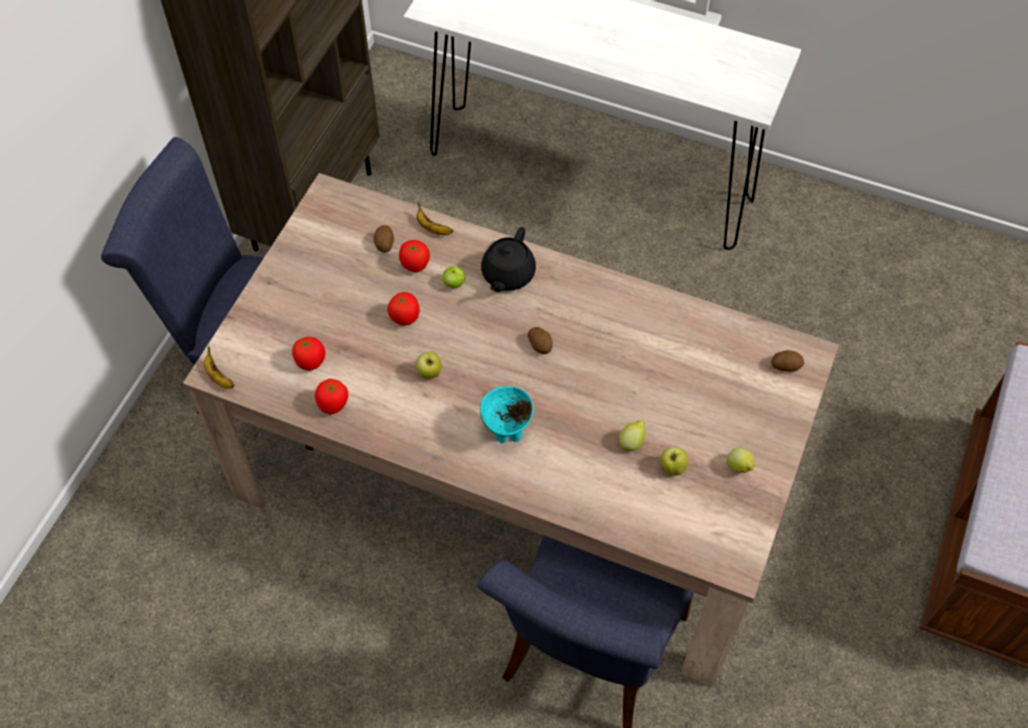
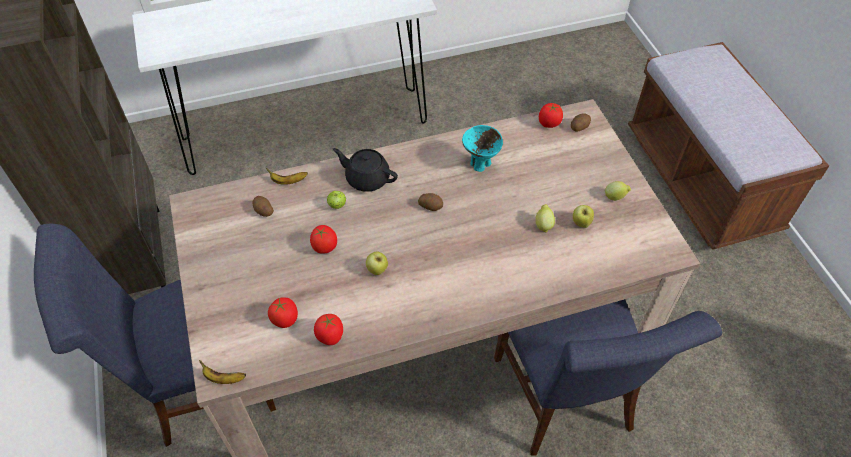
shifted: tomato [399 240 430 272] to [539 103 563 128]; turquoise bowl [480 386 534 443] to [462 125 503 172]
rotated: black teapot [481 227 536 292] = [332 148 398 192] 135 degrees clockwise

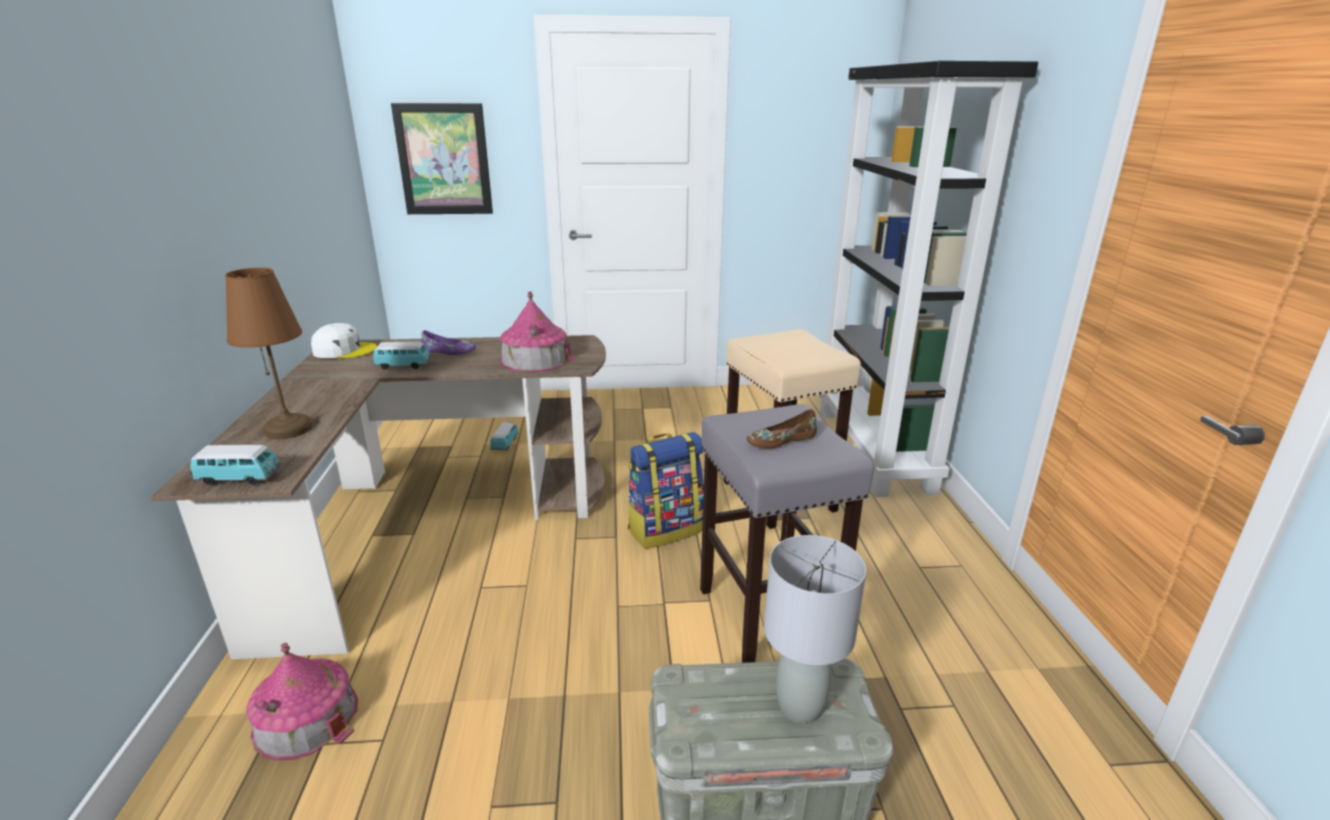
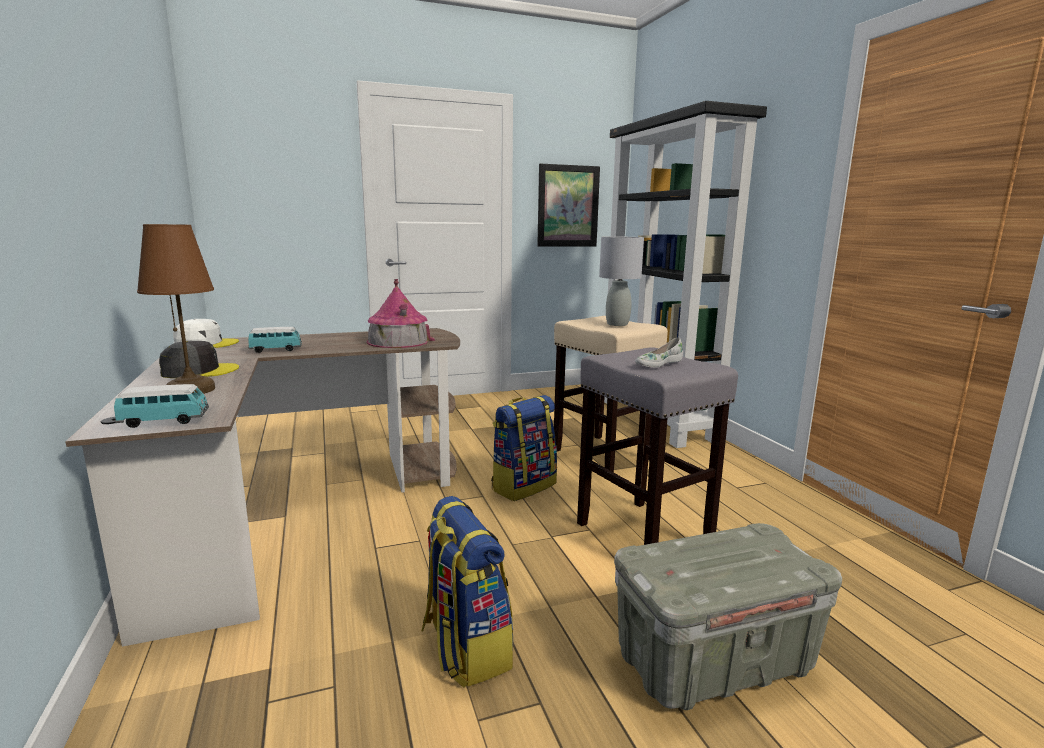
gone: toy house [246 643 358 761]; purple shoe [421 330 476 355]; toy car [490 422 519 451]
new: grey cap [159 341 239 378]; backpack [422 496 513 688]
shifted: picture [391 103 493 214] to [537 164 600 247]; grey table lamp [764 535 866 723] to [599 236 644 326]
repainted: brown shoe [747 409 817 449] to white shoe [635 338 683 367]

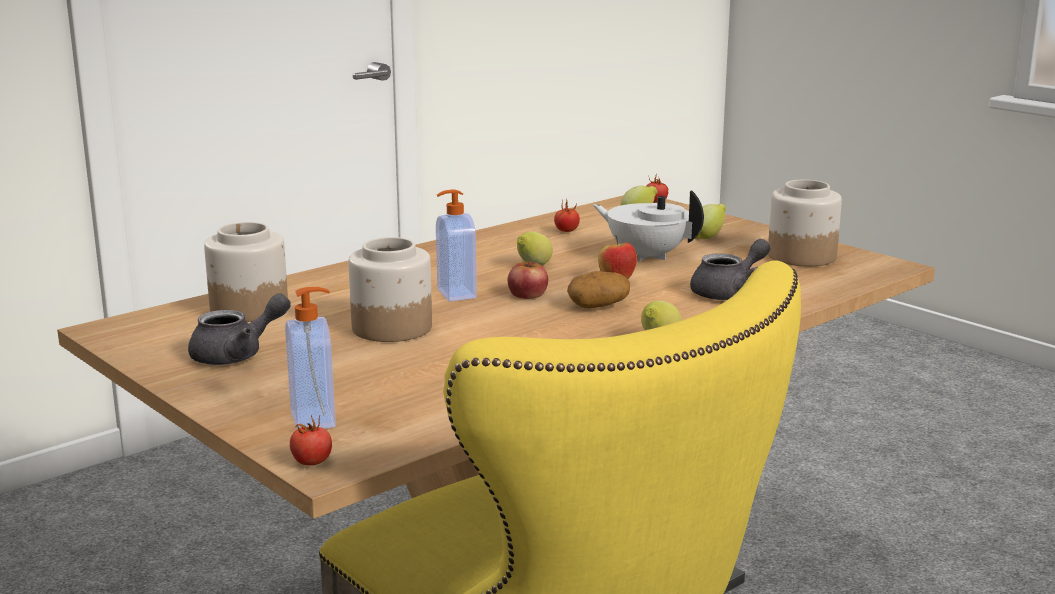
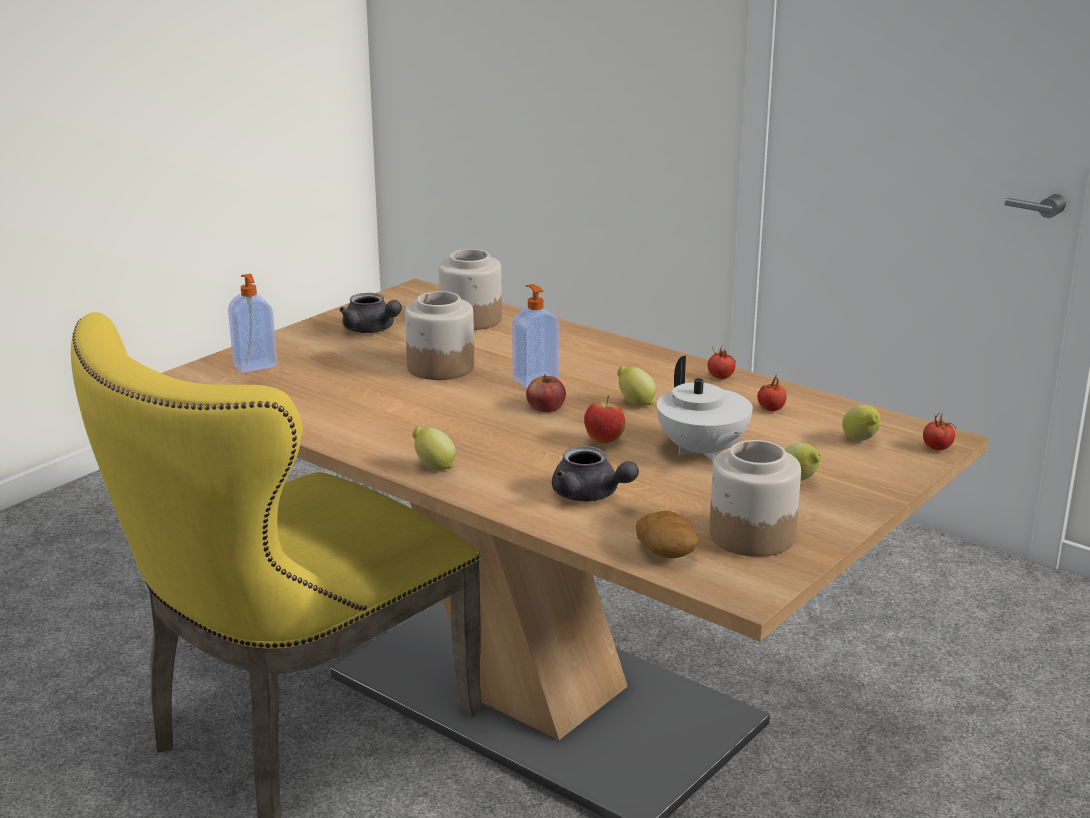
shifted: tomato [290 415 332 466] to [708 346 736 379]; potato [567 271 630 309] to [636 511 698 558]
rotated: white teapot [593 190 704 262] = [657 356 753 462] 135 degrees clockwise

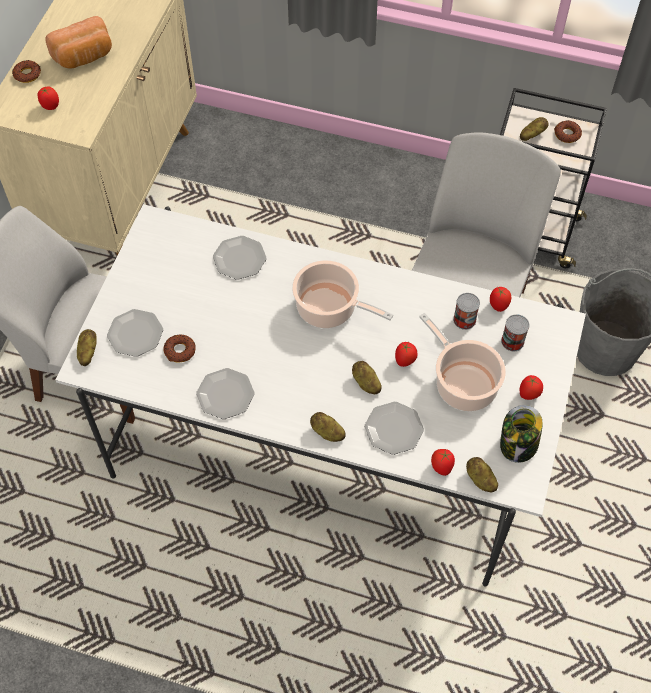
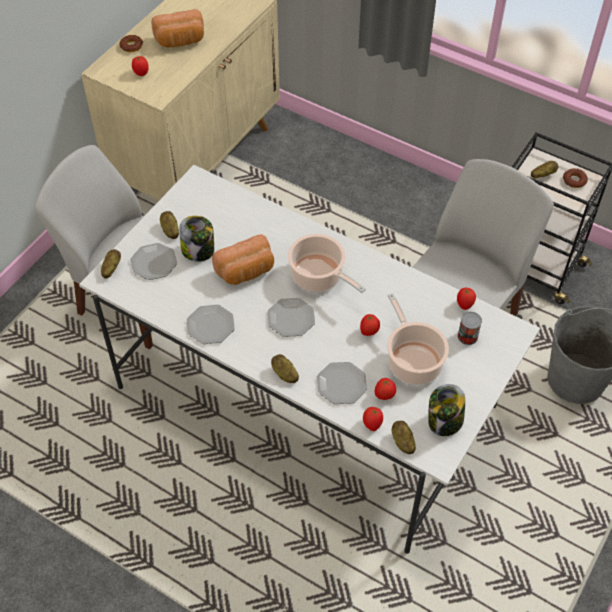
gone: donut [163 335 196 363]; can [453 293 480 330]
new: jar [179 216 214 262]; bread [212 235 274 285]
shifted: plate [213 236 267 280] to [268 298 315 337]; potato [352 361 382 394] to [160 211 179 239]; tomato [519 375 543 400] to [375 378 396 400]

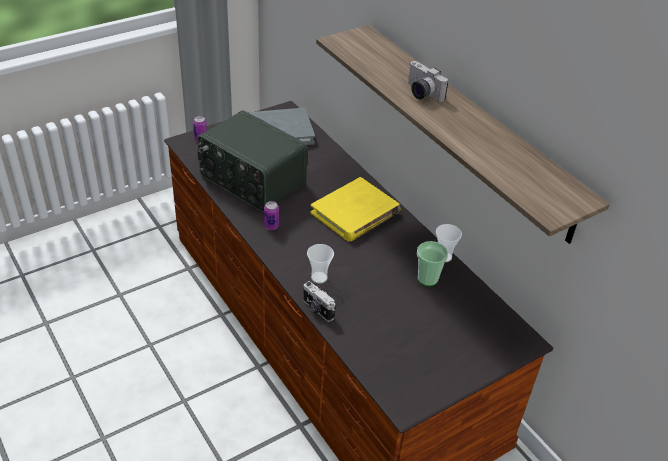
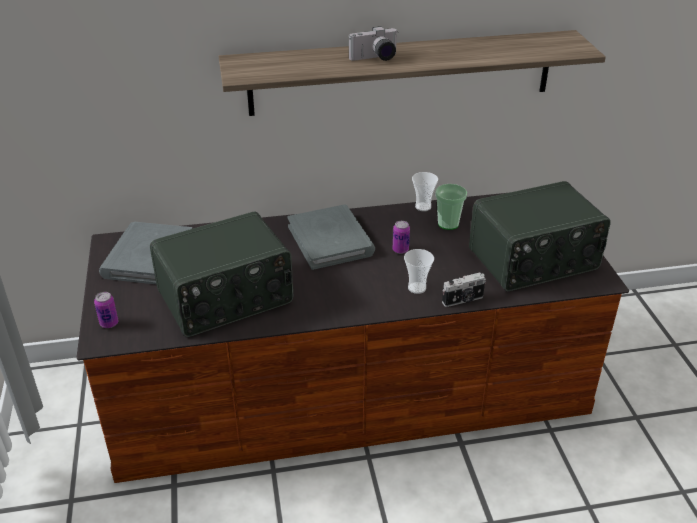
new: radio [469 181 611 291]
shifted: can [264 201 279 230] to [392 221 410 254]
repainted: yellow book [310 177 400 242] to grey book [287 204 375 270]

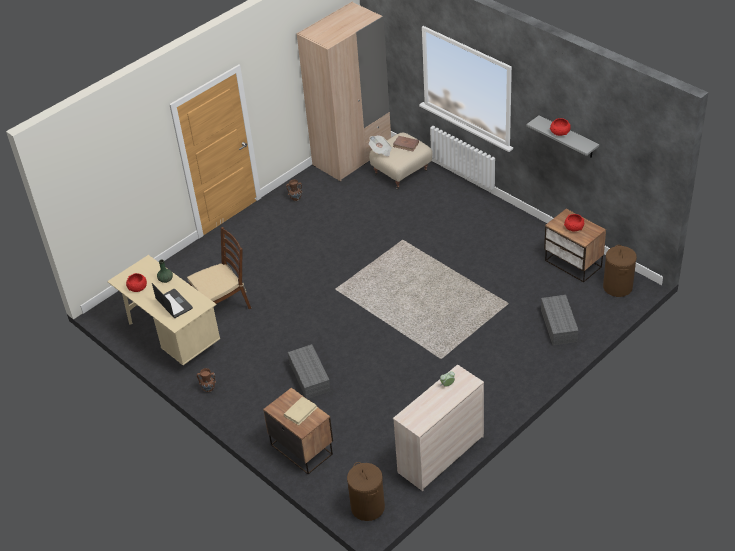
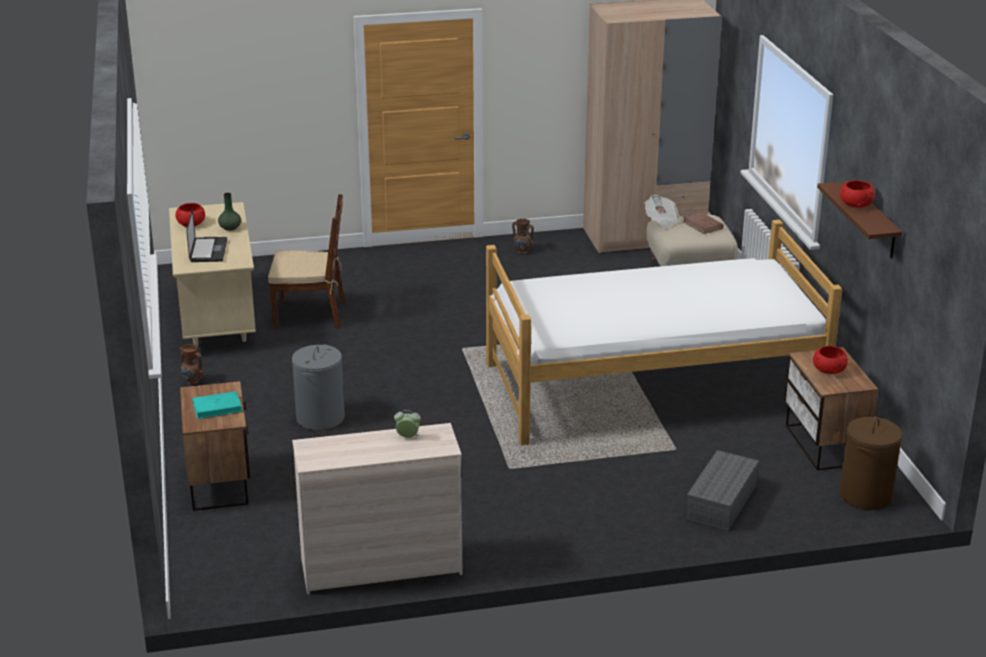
gone: brown laundry basket [347 462 385 521]
new: bed [486 220 842 445]
swapped: grey storage box [288 344 330 399] to grey laundry basket [292 344 345 430]
repainted: beige book [284 397 318 425] to turquoise book [193 391 243 419]; grey shelf [526 115 599 158] to brown shelf [817 181 902 259]

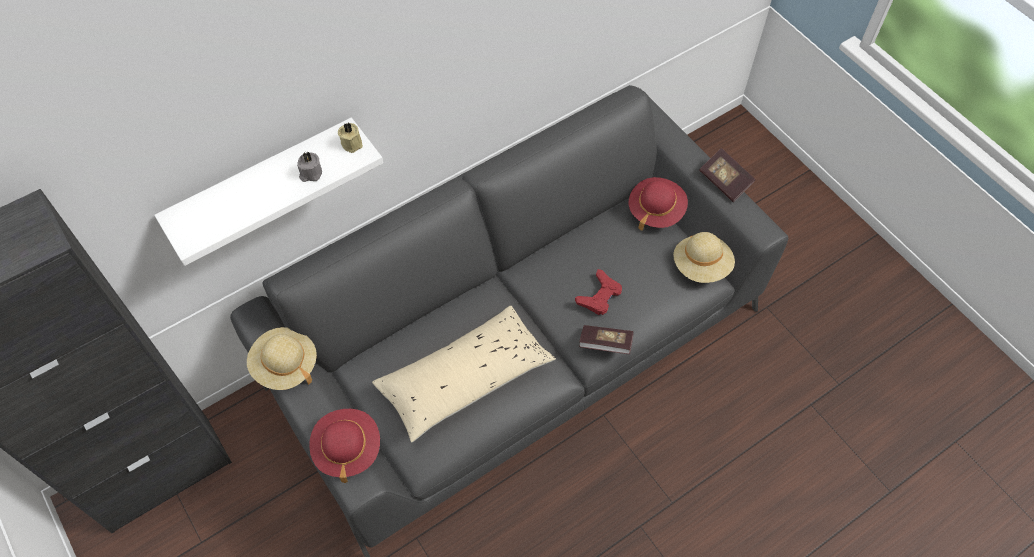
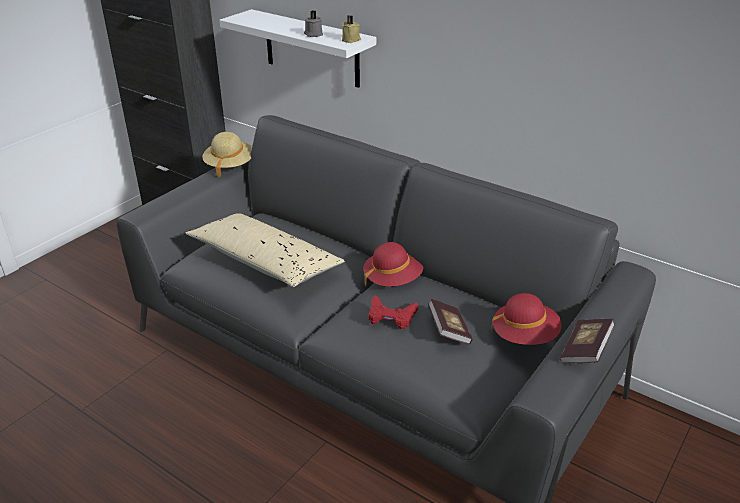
gone: beige hat [673 232 735 283]
shifted: red hat [309 409 380 483] to [363 242 423 287]; book [579 325 634 354] to [428 298 473 344]

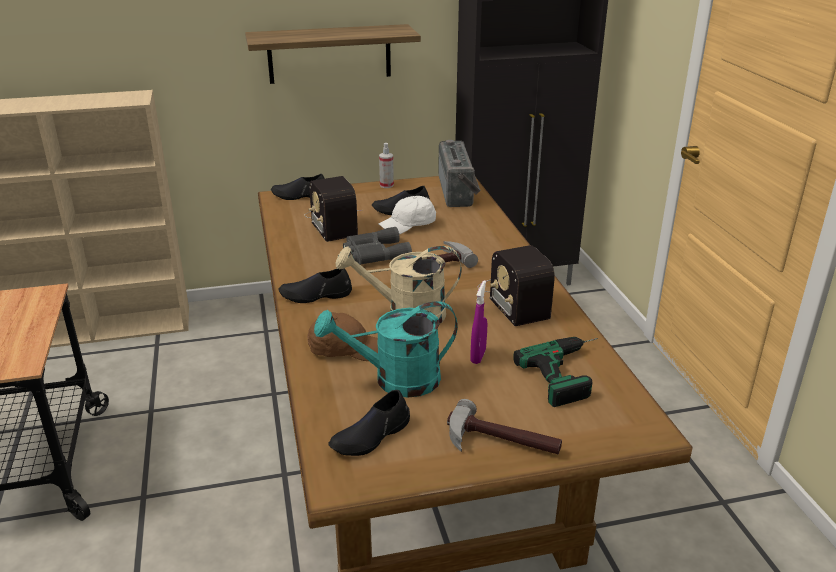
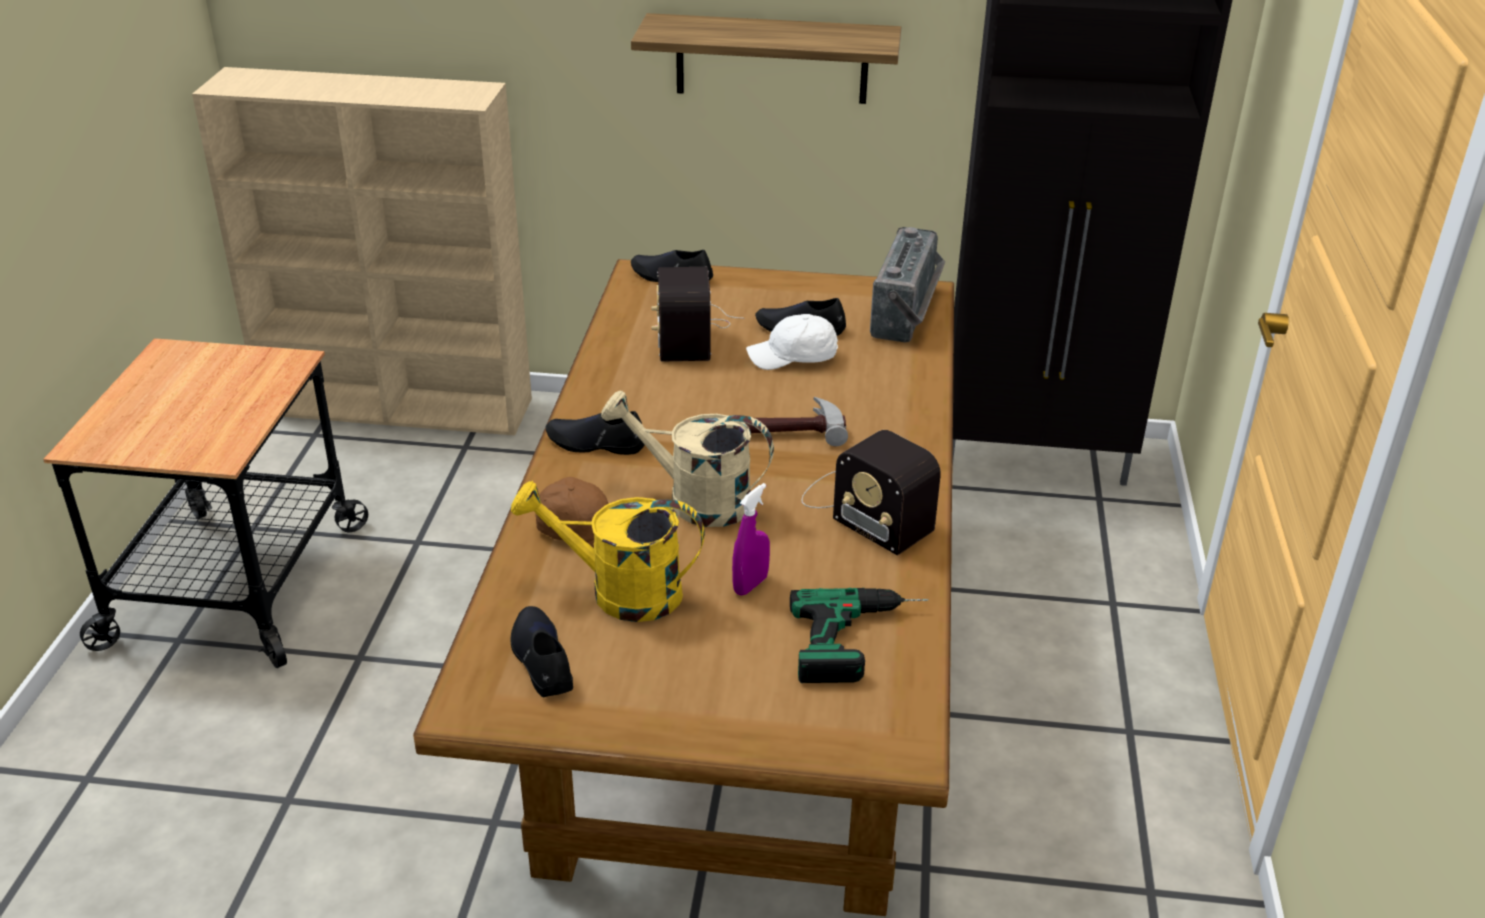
gone: grey binoculars [343 227 412 265]; spray bottle [379 143 394 188]; hammer [447 399 562 454]
repainted: turquoise watering can [314 301 458 398] to yellow watering can [511 481 705 622]
rotated: black shoe [328 389 410 456] = [511 606 573 697] 90 degrees clockwise; radio [478 245 555 326] = [801 430 941 555] 45 degrees counterclockwise

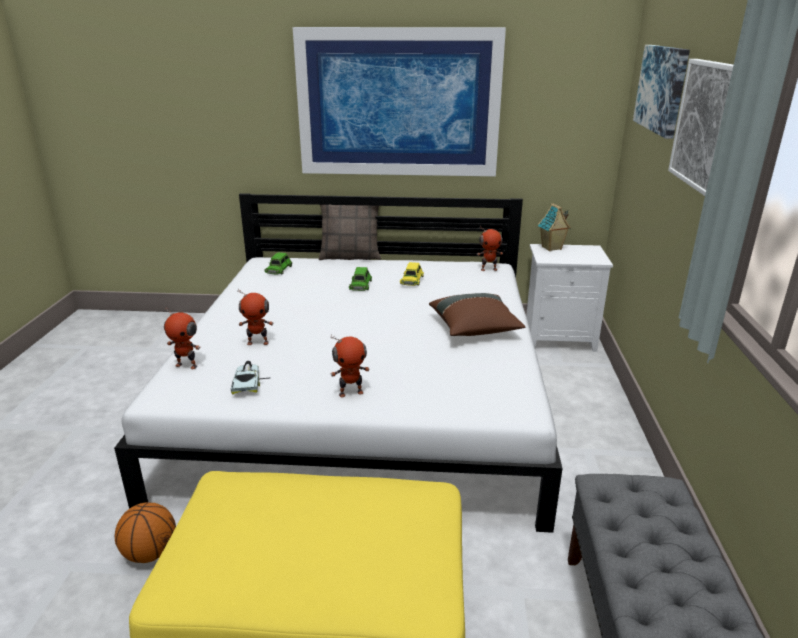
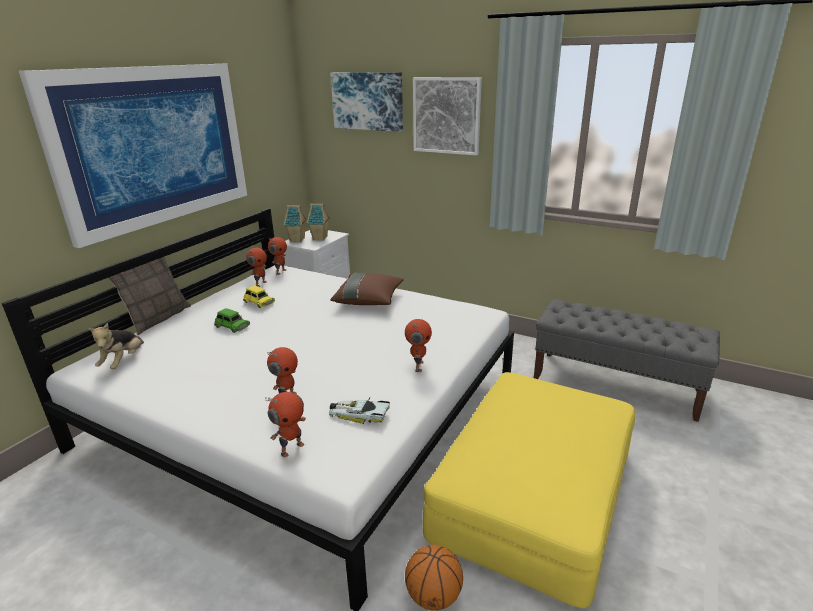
new: toy robot [246 248 267 287]; toy house [307 203 330 240]
swapped: green toy car [265 252 292 275] to plush toy [88 323 144 369]

